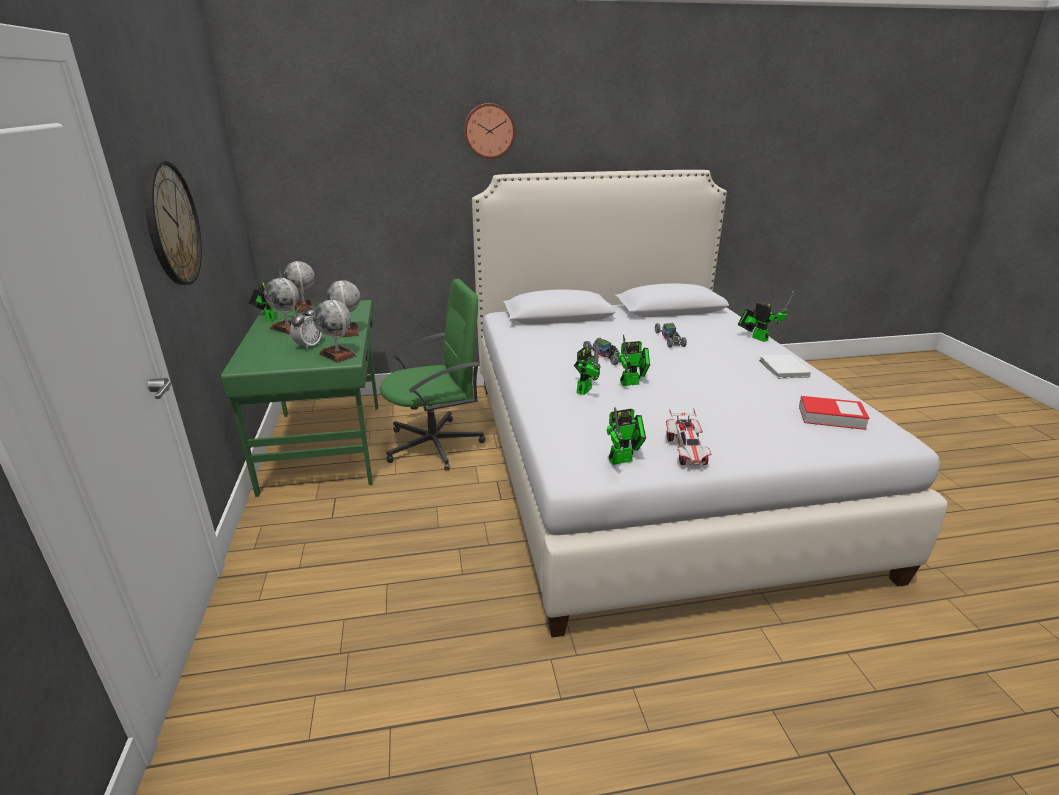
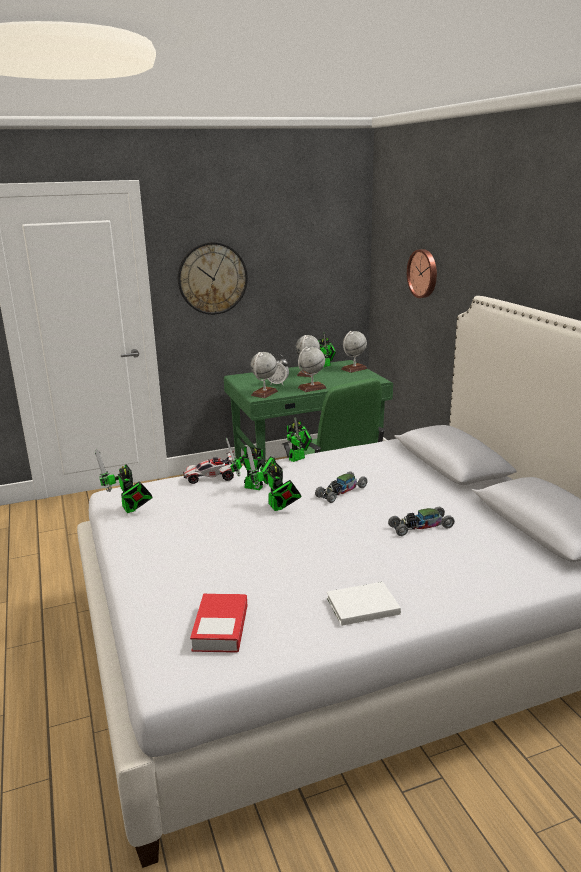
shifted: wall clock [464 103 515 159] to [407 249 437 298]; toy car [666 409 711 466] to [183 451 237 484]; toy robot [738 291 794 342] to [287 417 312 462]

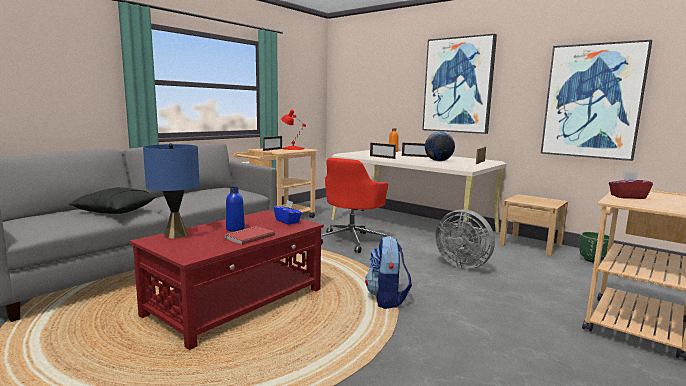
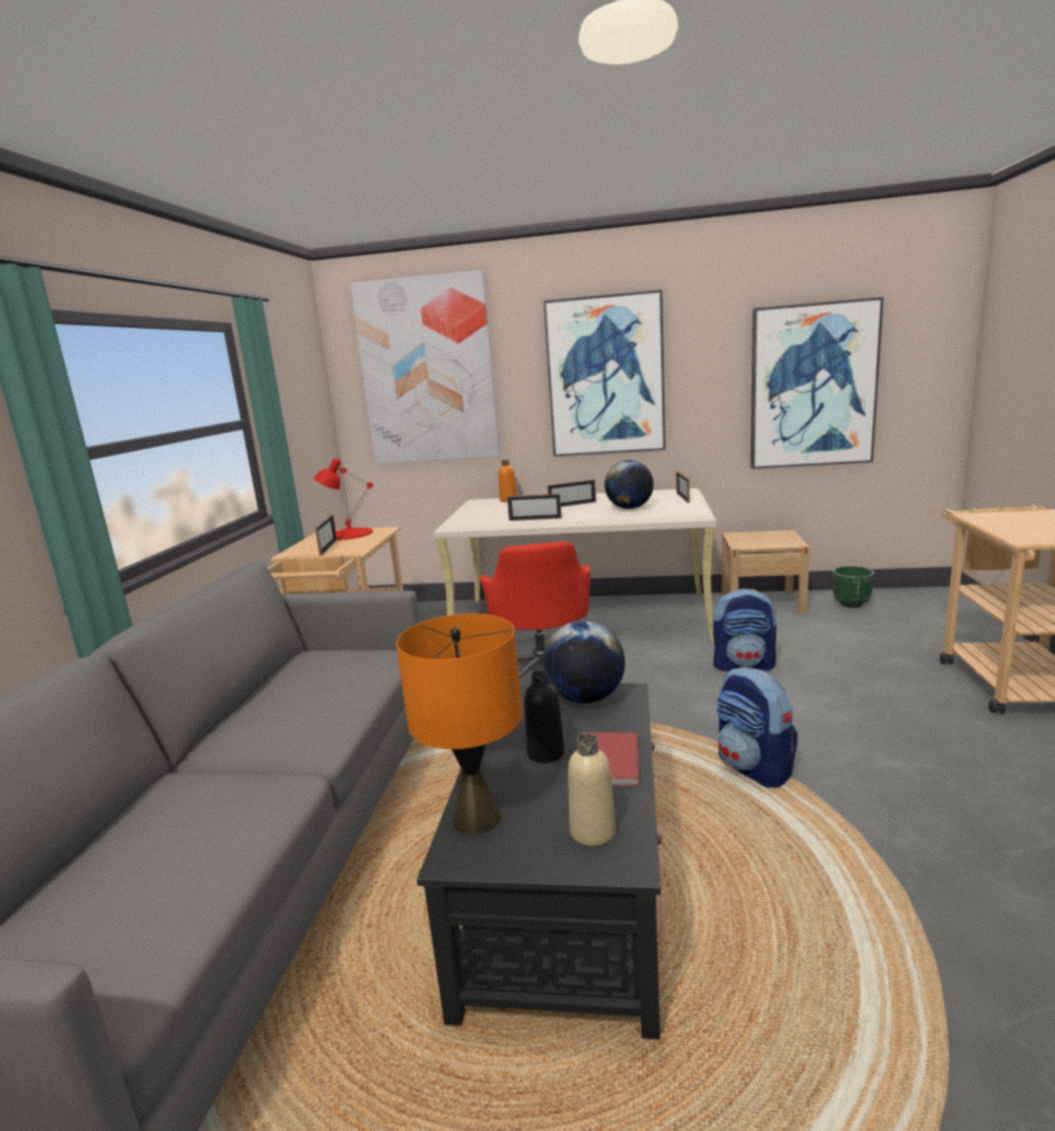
gone: black pillow [69 187 157 214]; red tissue box [609 172 653 199]
new: picture [350 270 500 464]; beige bottle [568 733 616 846]
swapped: blue tissue box [274 200 302 225] to globe [543 620 625 703]; grey fan [435 209 495 269] to backpack [713 589 777 671]
repainted: red coffee table [130 210 324 350] to black coffee table [417 683 661 1040]; blue table lamp [143 143 200 239] to orange table lamp [396 614 522 834]; blue bottle [226 187 245 232] to black bottle [524 670 565 763]

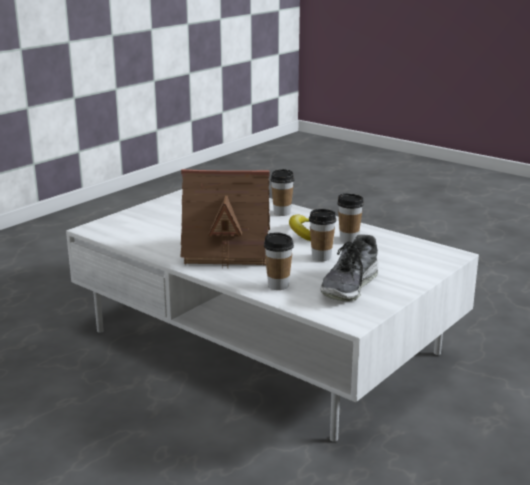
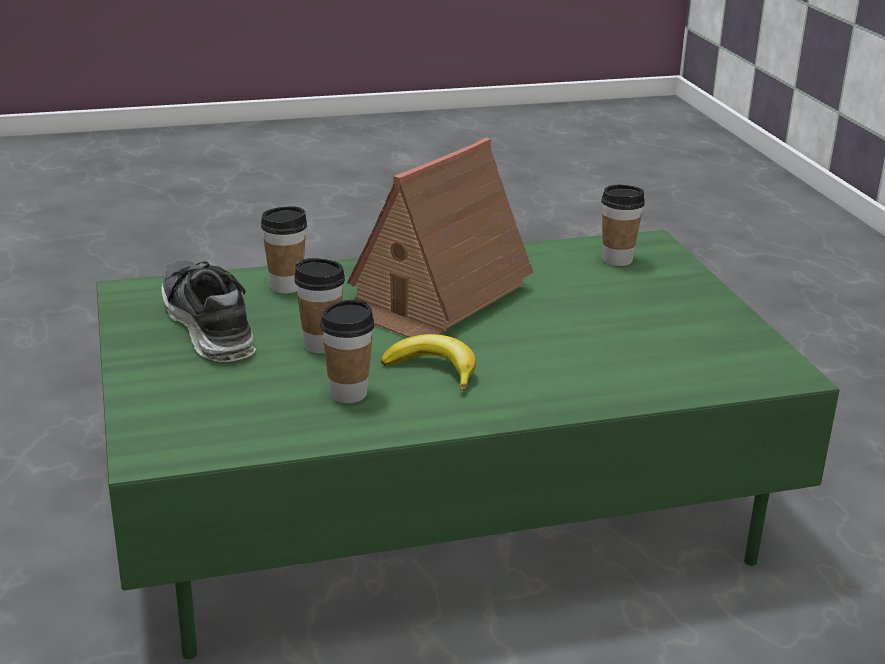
shifted: cup [270 169 294 216] to [601 185 645 266]
repainted: white coffee table [66 189 479 442] to green coffee table [96 230 840 659]

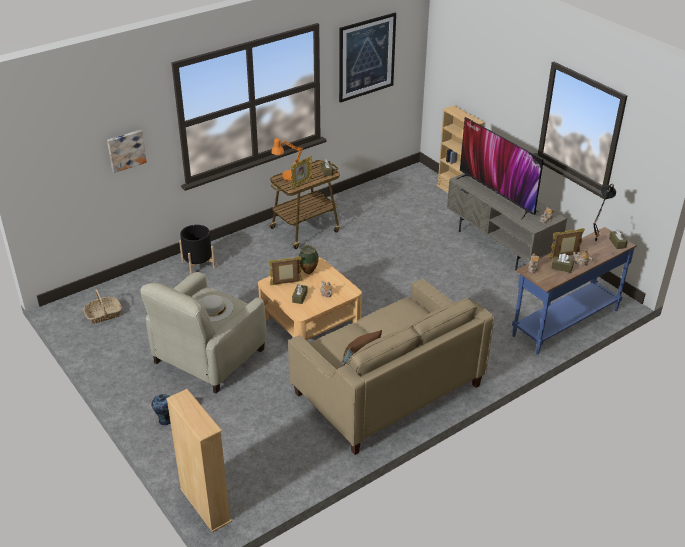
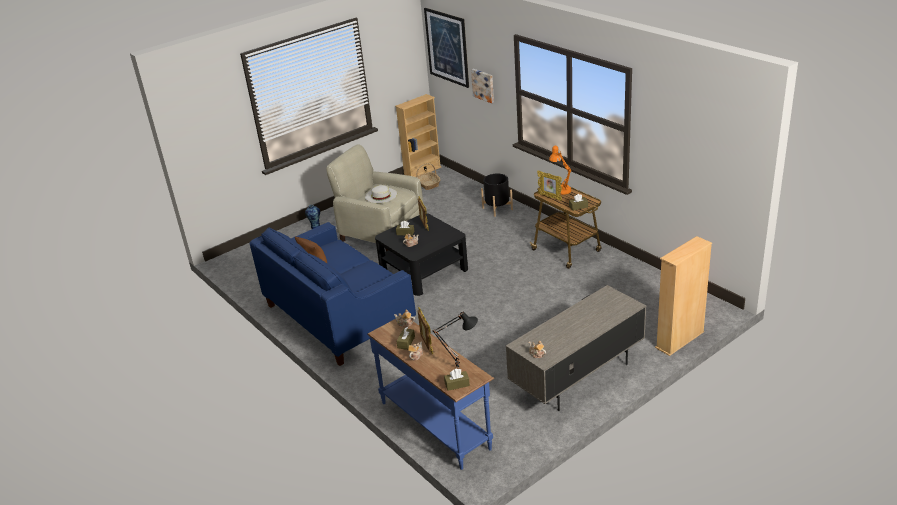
gone: vase [299 245 319 274]; television [455 117 543 220]
shifted: beige bookcase [166 389 232 533] to [395 94 441 177]; picture [339 12 396 103] to [424 8 469 88]
repainted: beige coffee table [258 257 362 341] to black coffee table [375 213 468 296]; beige sofa [288 278 494 455] to blue sofa [250 222 416 366]

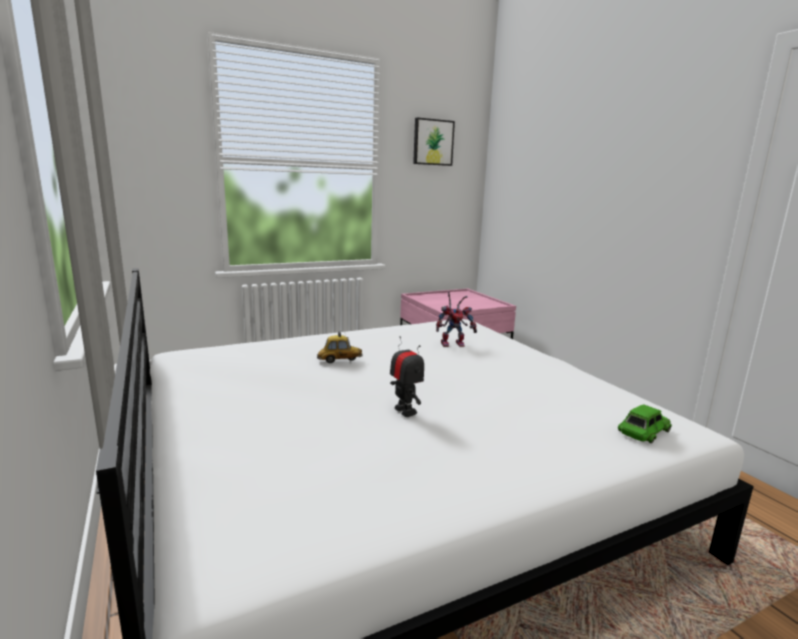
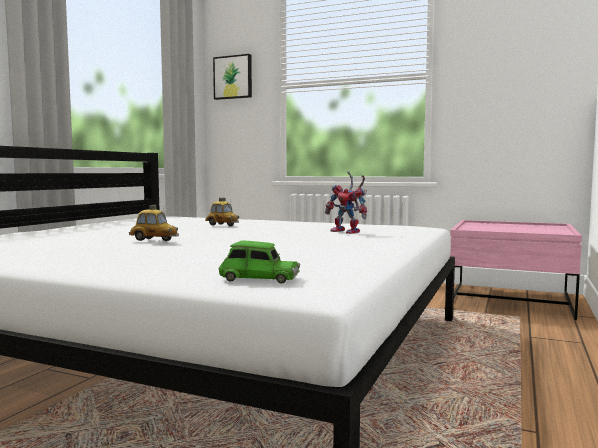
shifted: picture [413 118 455 166] to [213 54 252 100]
swapped: toy robot [390 336 424 417] to toy car [129 205 179 241]

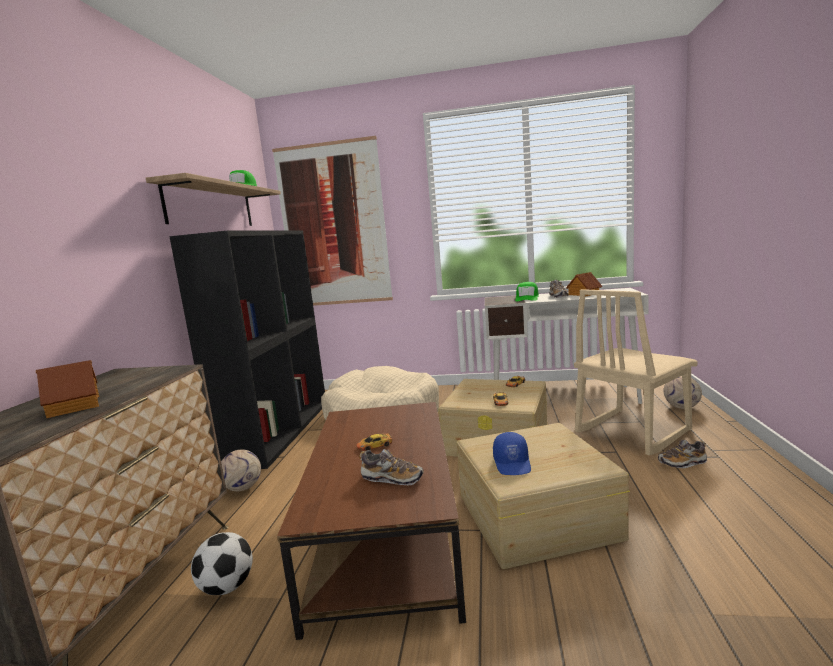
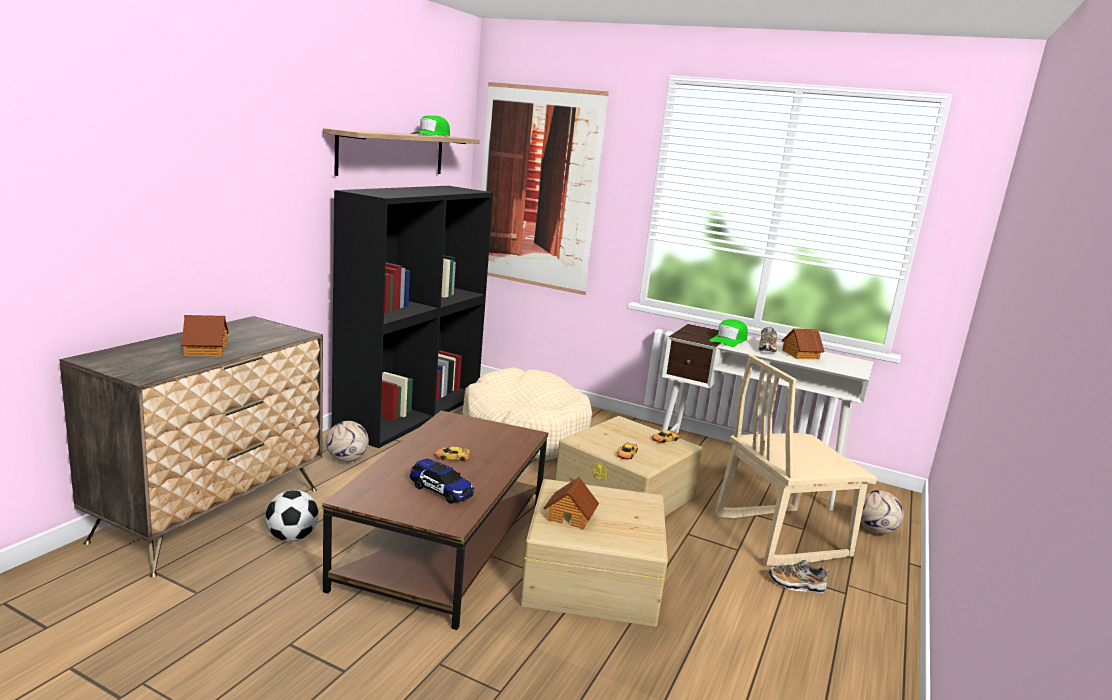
swapped: shoe [359 449 424 485] to toy car [410 458 474 504]; blue cap [493 432 531 475] to toy house [544 477 599 530]

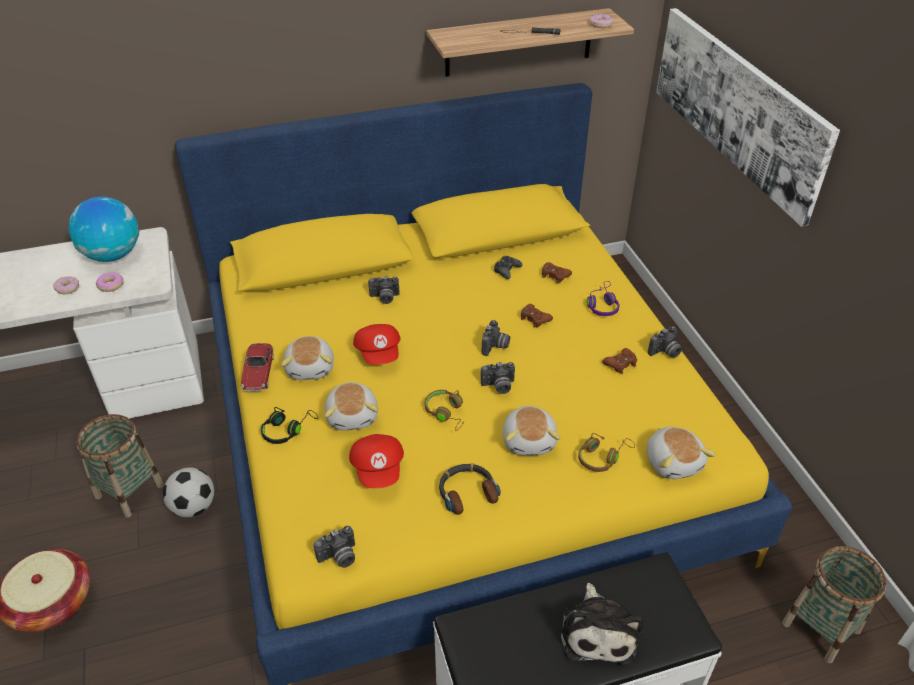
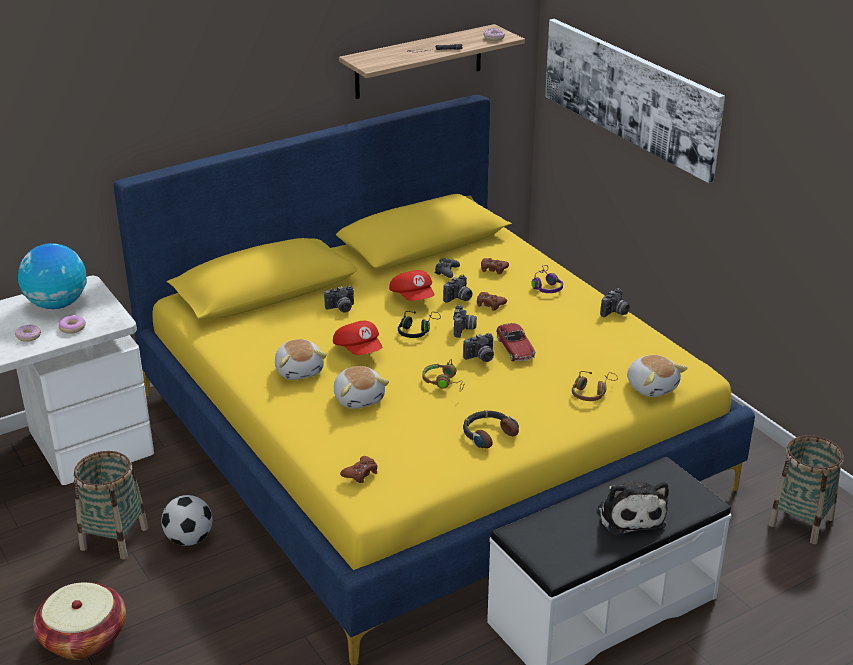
gone: plush toy [503 406 561 456]
shifted: toy car [241 343 274 392] to [496 323 536 361]; black headphones [261 407 318 444] to [398 311 441 338]; photo camera [314 526 355 568] to [443 275 473 303]; red cap [349 434 404 488] to [389 270 434 301]; brown game controller [602 348 637 374] to [340 456 377 483]

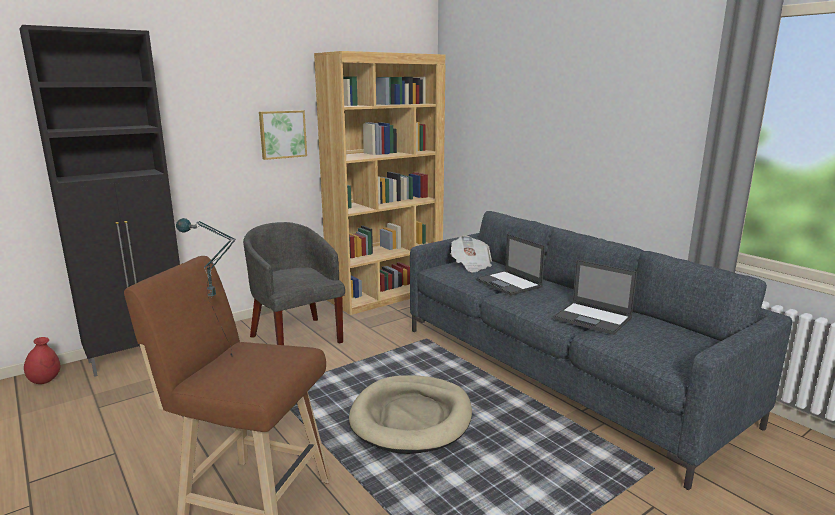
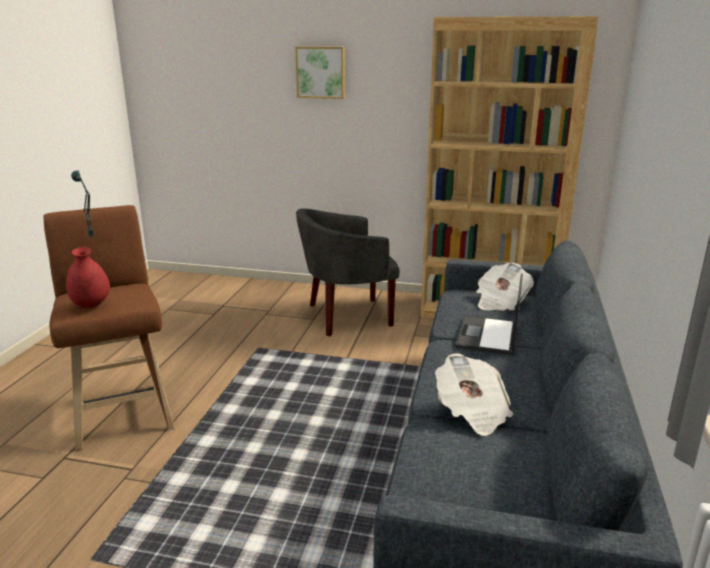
gone: black cabinet [19 25 180 377]; beige dog bed [349 375 472 454]
shifted: red vase [24 337 61 384] to [66 247 110 308]; picture [259 110 307 160] to [295 46 345 99]
swapped: laptop [553 260 637 335] to newspaper [435 353 513 436]
rotated: grey armchair [243 222 345 345] = [296 209 400 337] 120 degrees counterclockwise

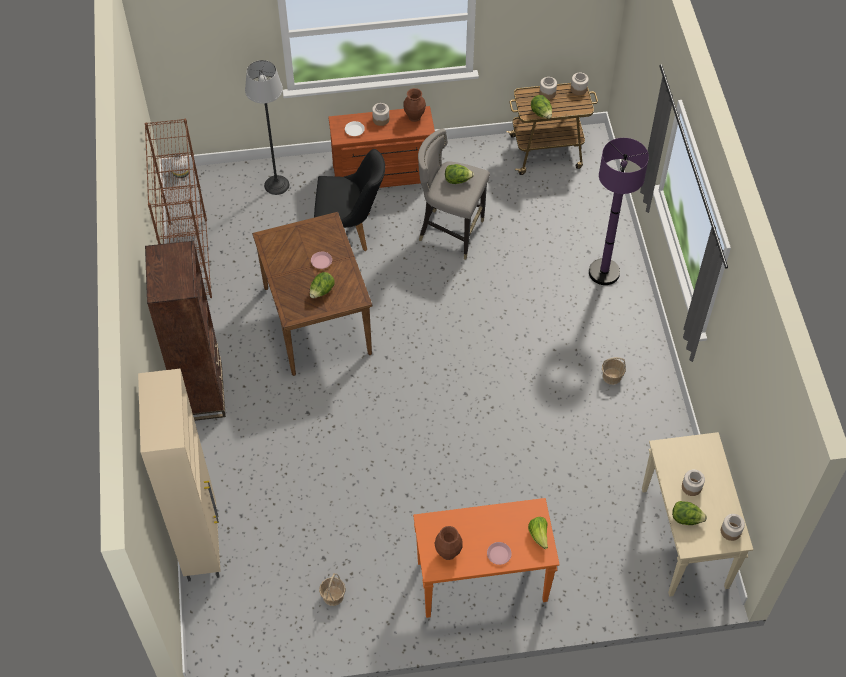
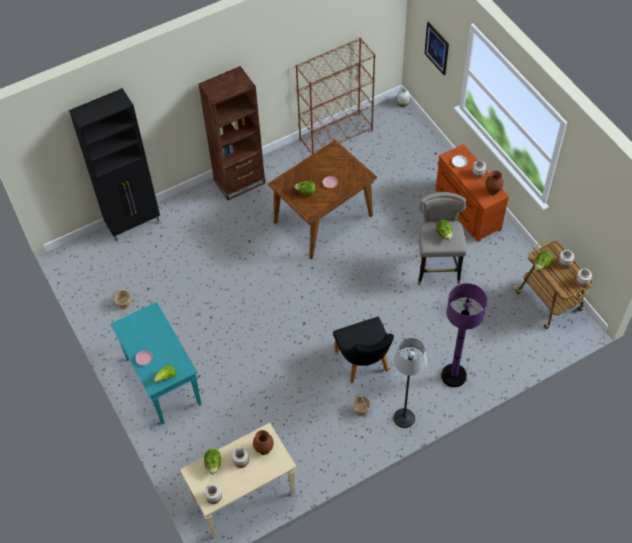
new: picture [424 22 449 75]
shifted: floor lamp [245 60 289 195] to [393 338 427 428]; black chair [314 149 385 251] to [333 316 394 383]; brown vase [434 526 463 560] to [253 430 274 455]
repainted: beige cabinet [138 368 221 581] to black cabinet [69 88 160 242]; orange console table [413 498 560 618] to turquoise console table [110 302 202 425]

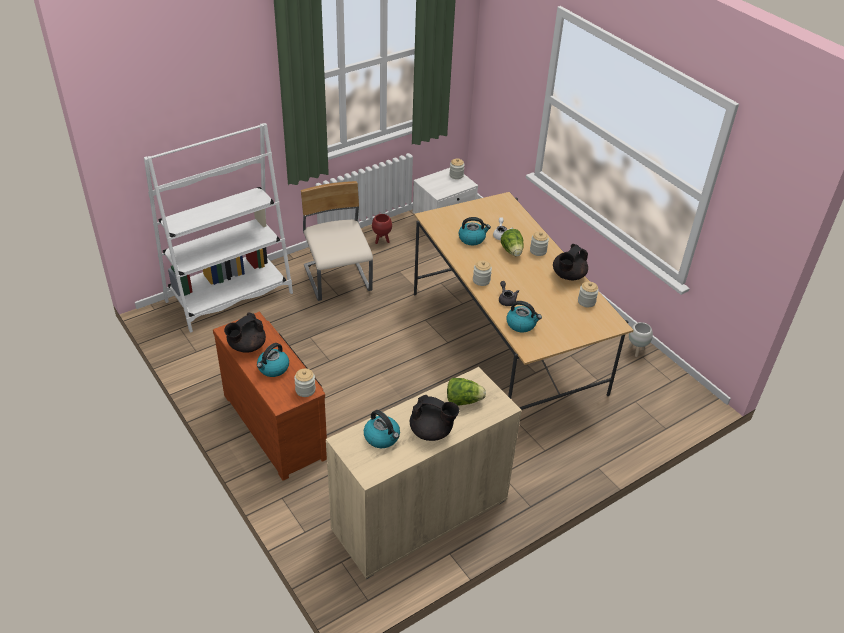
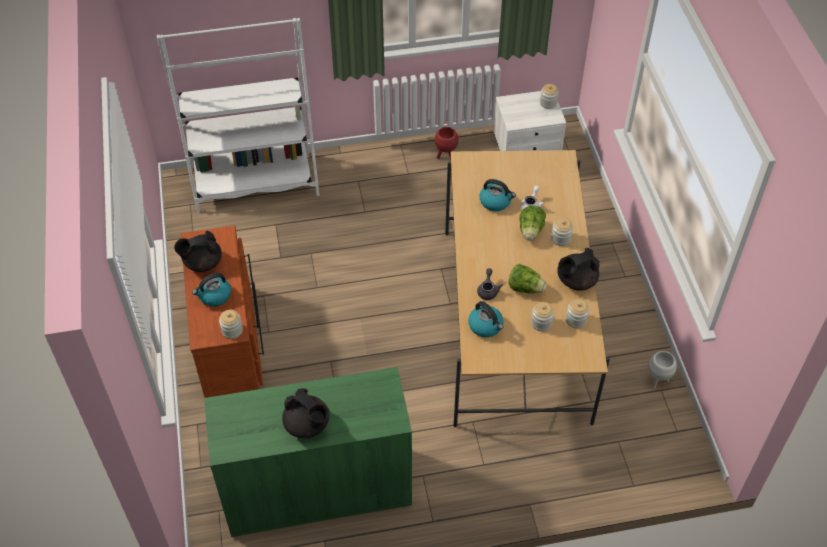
gone: beige chair [301 181 373 301]; kettle [364 410 400 448]
shifted: lettuce [447 378 486 406] to [509 264 547 293]; jar [473 261 492 286] to [531 302 554 332]
repainted: beige cabinet [326 367 522 579] to green cabinet [204 367 412 537]

